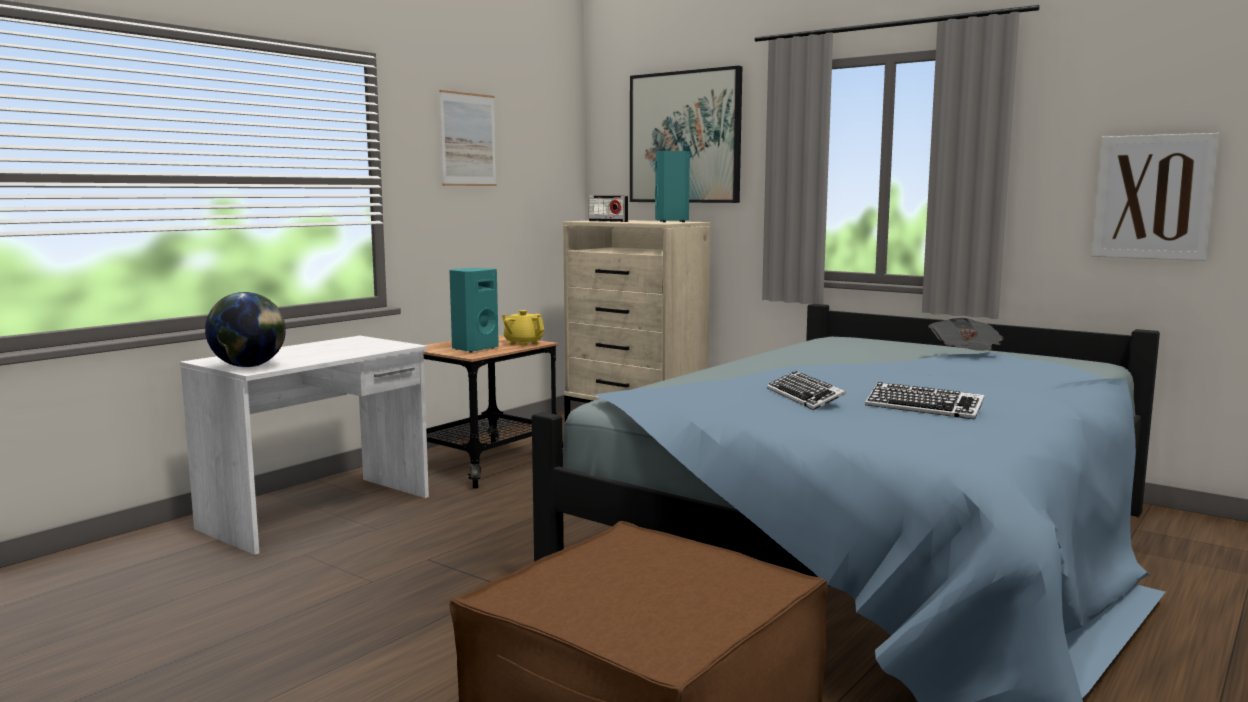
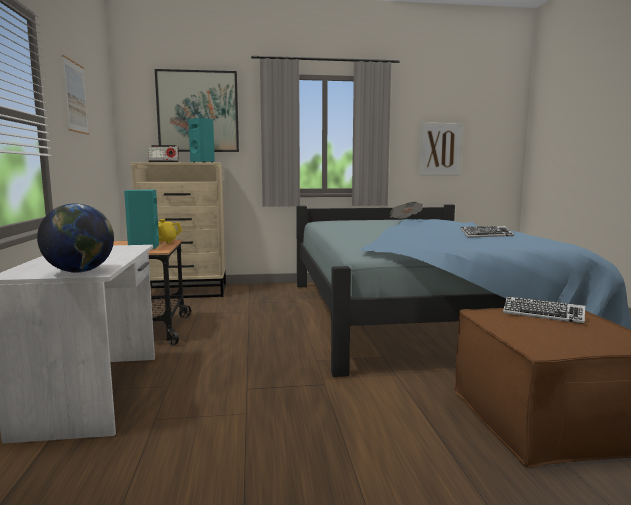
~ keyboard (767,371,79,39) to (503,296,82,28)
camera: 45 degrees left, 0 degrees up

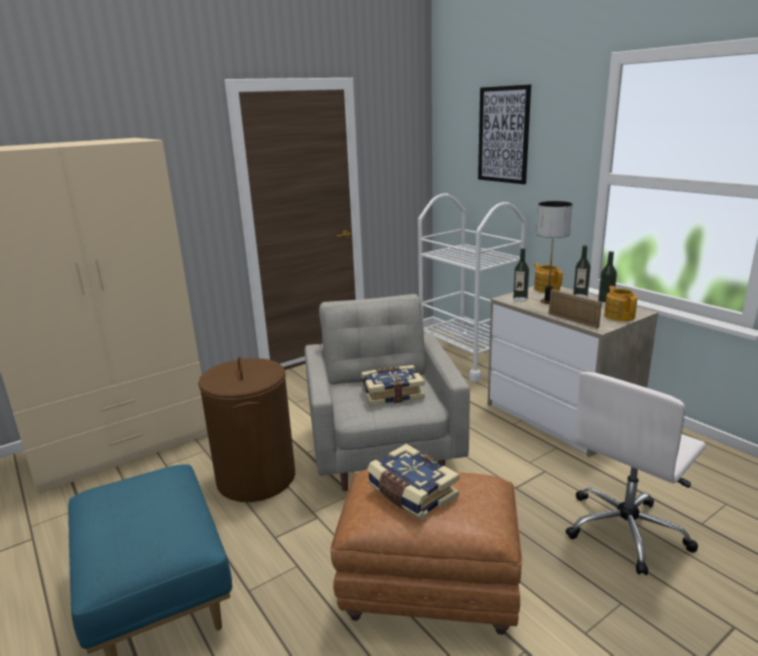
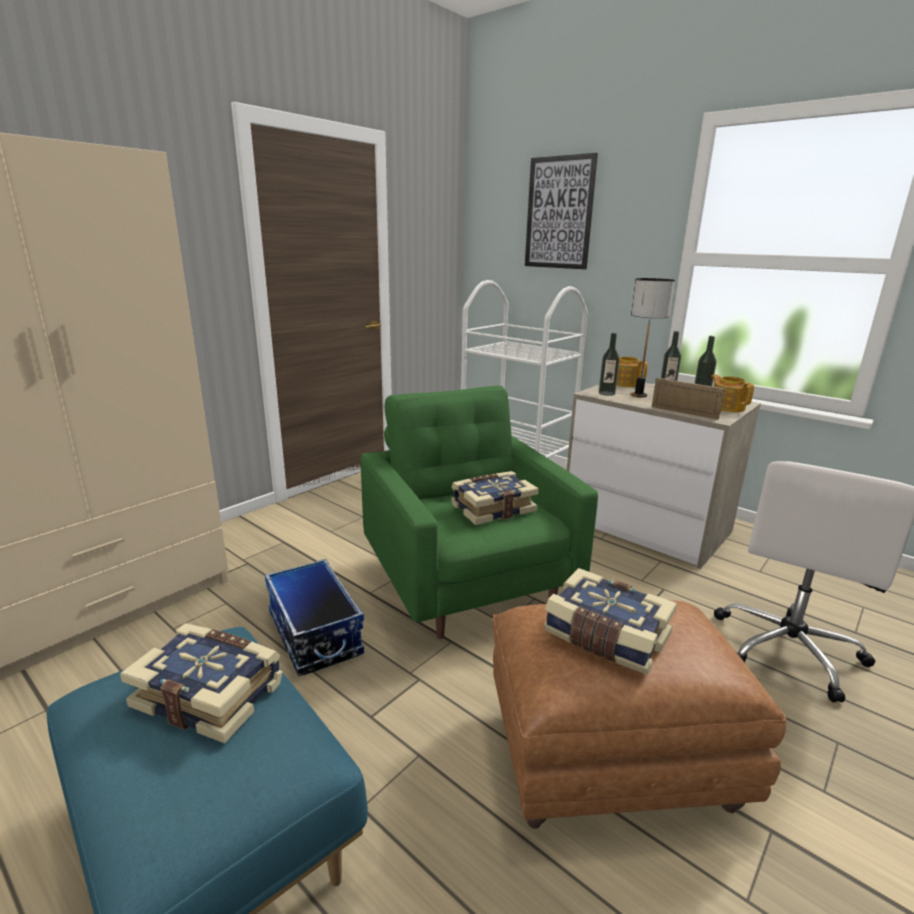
+ book (120,623,162,120)
~ brown_laundry_basket (198,357,97,145) to storage_box (265,559,99,117)
~ grey_armchair (305,294,165,197) to green_armchair (360,386,238,253)
camera: 15 degrees left, 0 degrees up

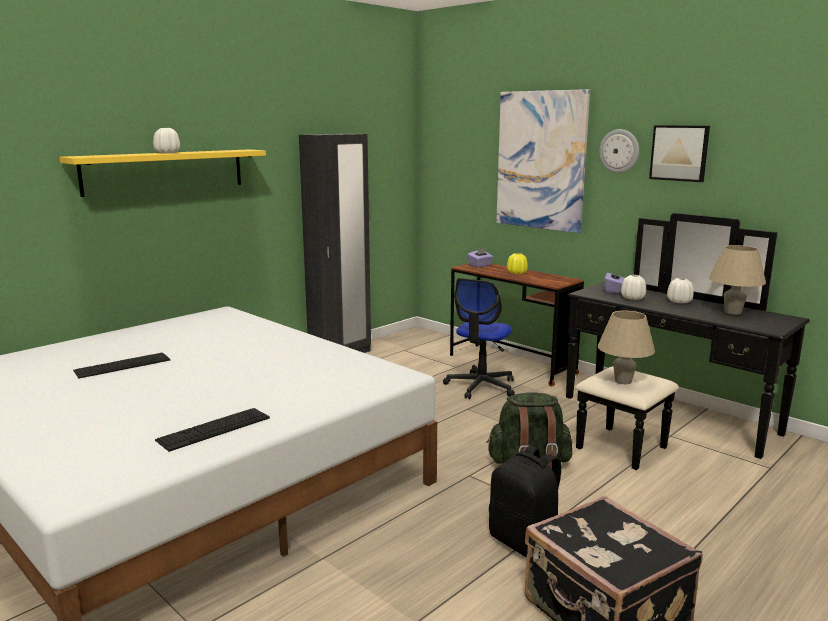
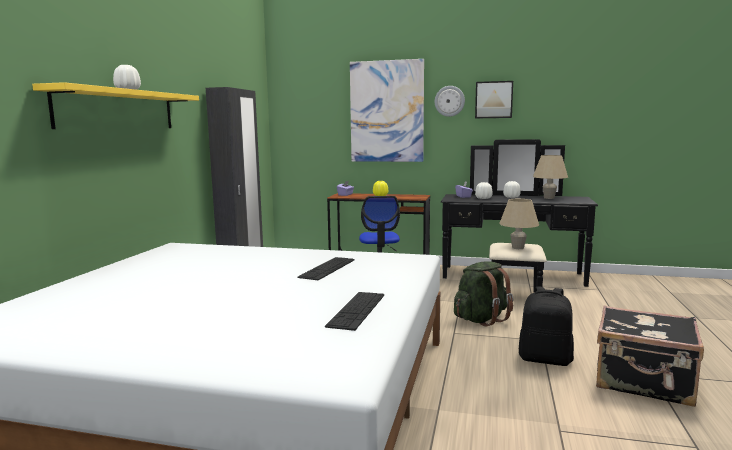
~ keyboard (73,353,97,25) to (297,257,57,23)
camera: 30 degrees left, 5 degrees down

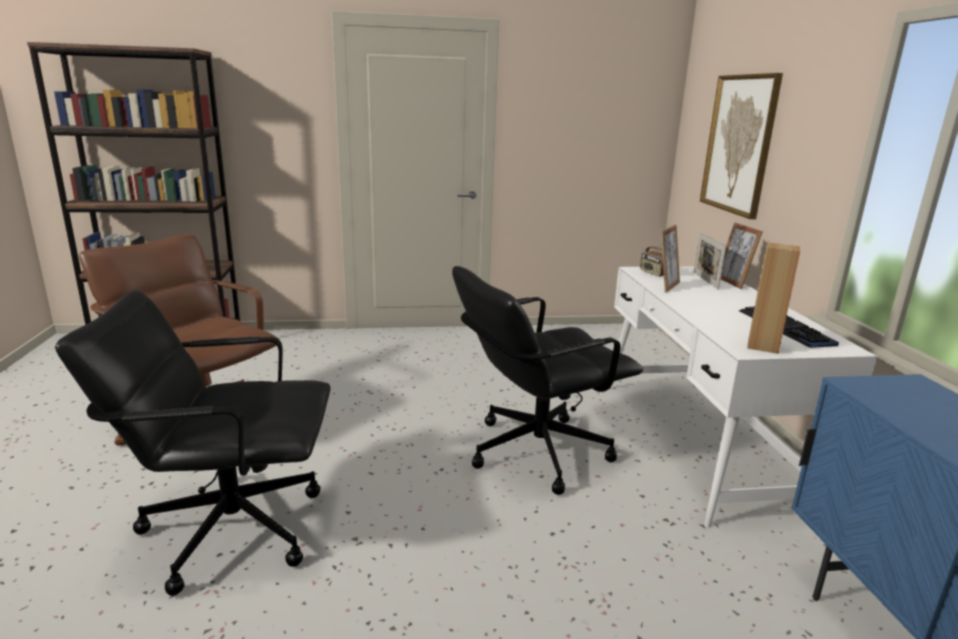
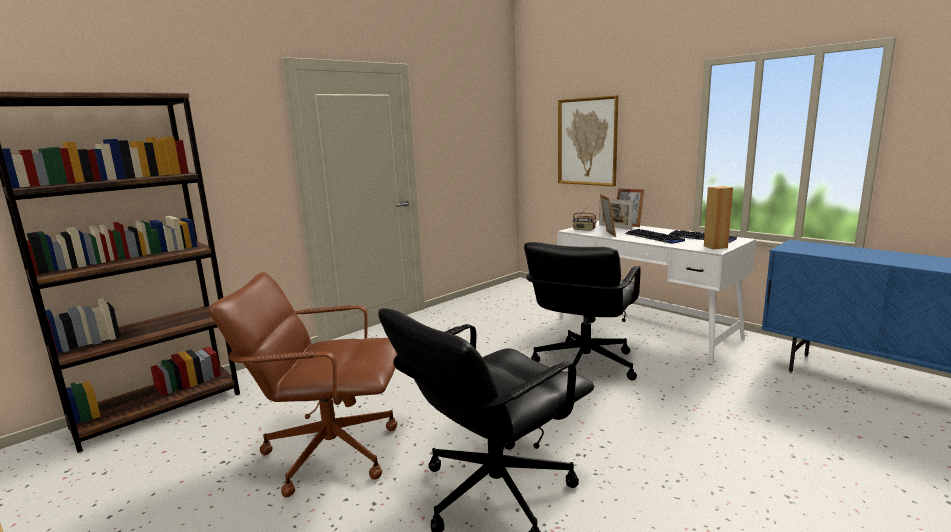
+ keyboard (625,229,60,15)
camera: 35 degrees left, 5 degrees down

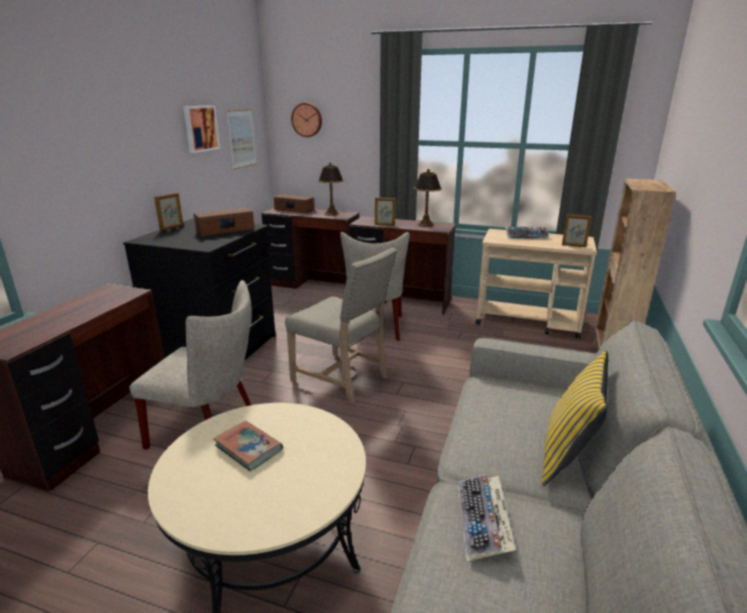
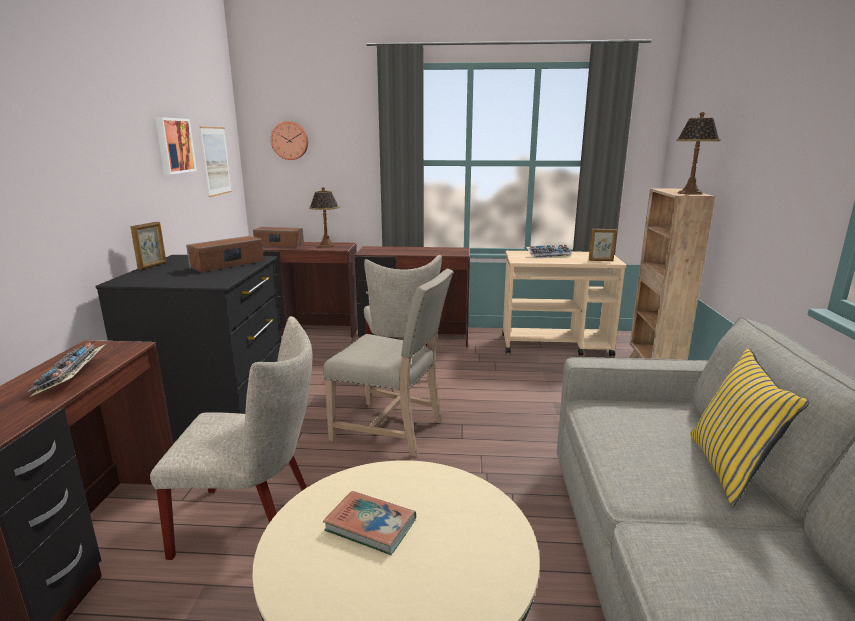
- picture_frame (375,197,21,29)
~ table_lamp (414,169,28,58) to (676,112,45,83)
~ keyboard (458,474,58,87) to (28,342,78,55)
camera: 15 degrees left, 5 degrees down

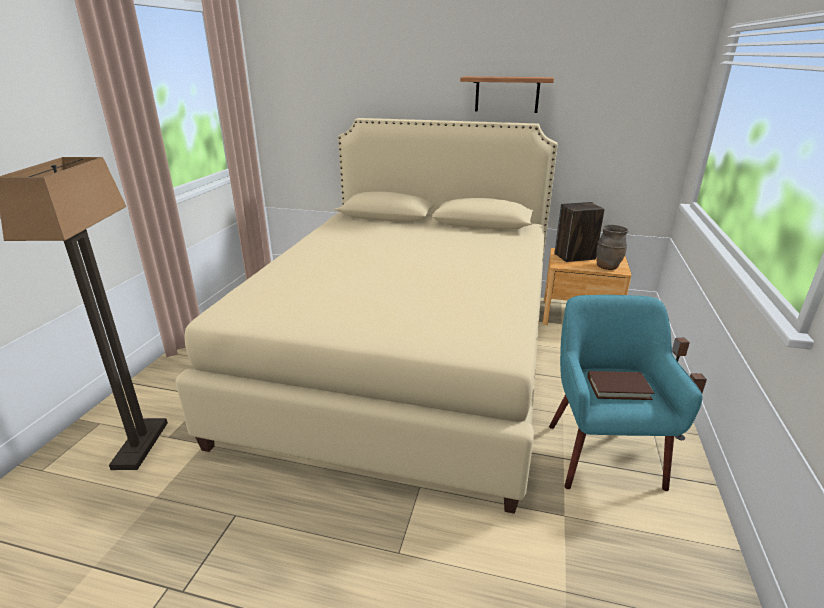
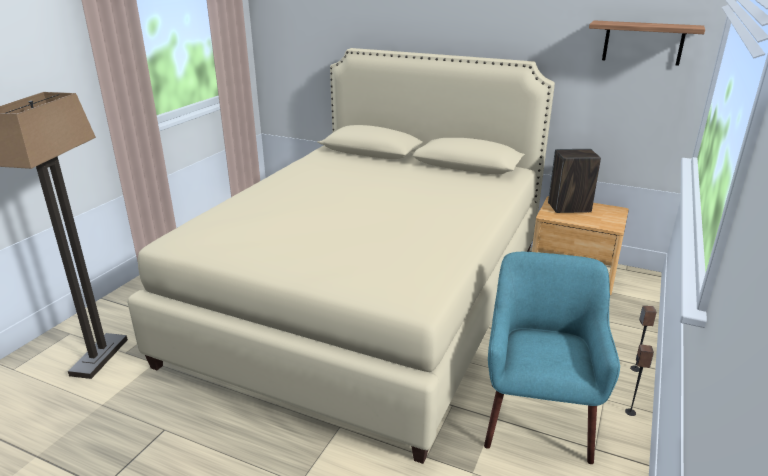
- brown_book (587,371,67,29)
- brown_vase (596,225,33,45)
~ shelf (460,76,94,37) to (589,21,116,45)
camera: 10 degrees right, 0 degrees up

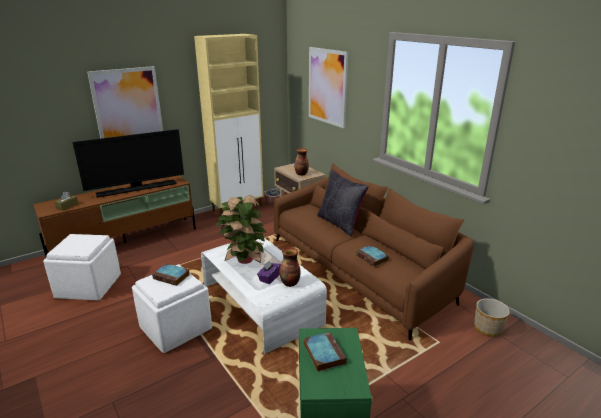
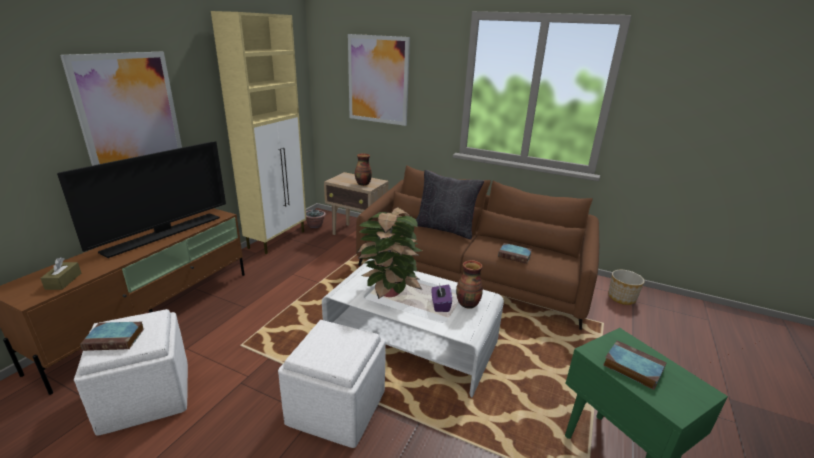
~ book (152,263,38,23) to (80,322,64,29)
camera: 30 degrees left, 0 degrees up

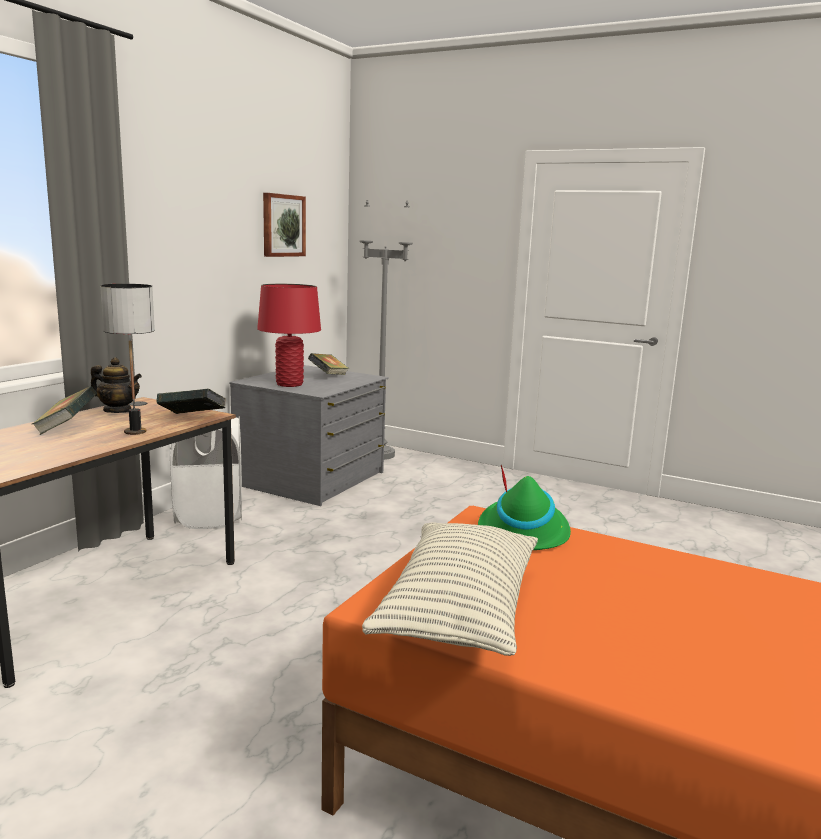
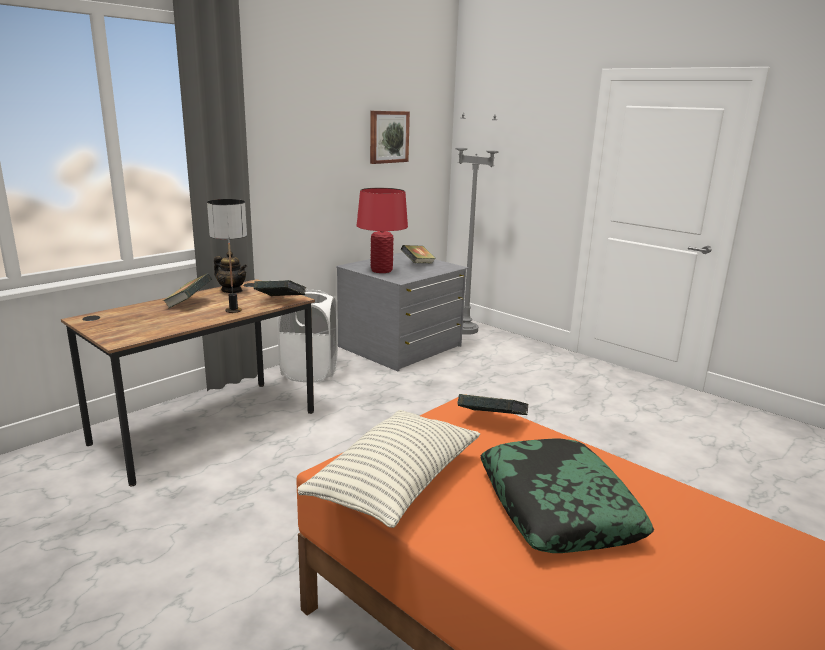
+ pillow (481,439,173,114)
~ green_hat (478,465,93,85) to book (457,394,72,21)
camera: 15 degrees right, 5 degrees up

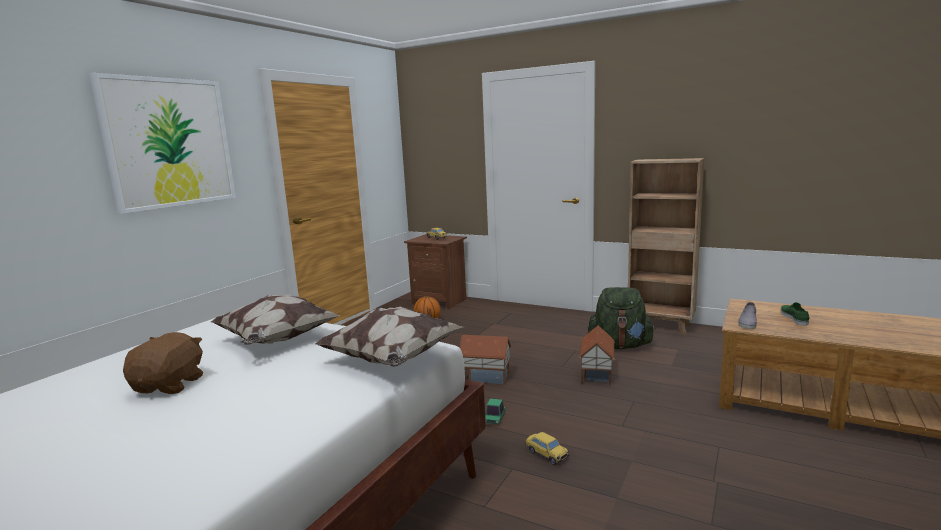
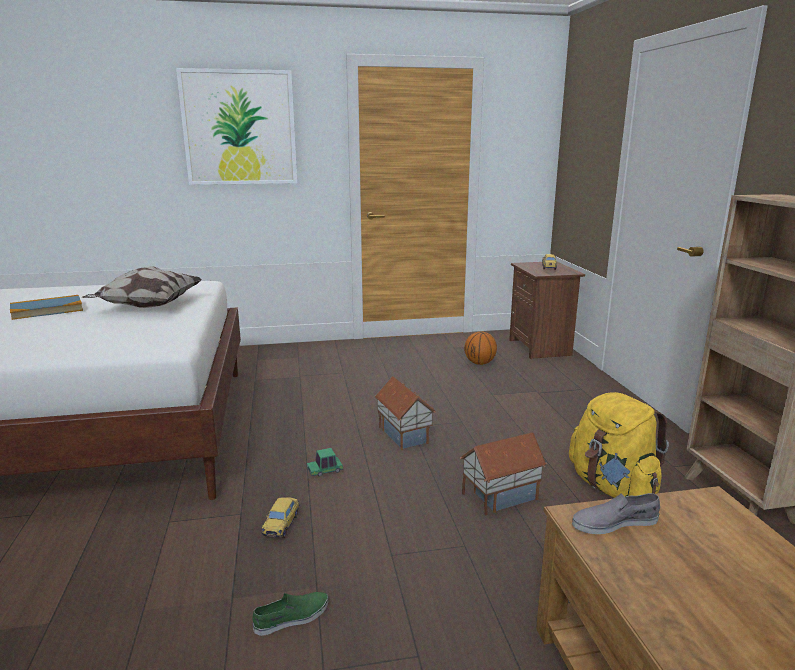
- pillow (315,307,149,60)
~ green_shoe (781,302,29,24) to (252,592,76,44)
~ brown_plush_toy (123,332,80,62) to book (10,295,73,25)
~ green_backpack (587,287,68,62) to yellow_backpack (569,392,100,106)
camera: 50 degrees right, 5 degrees up

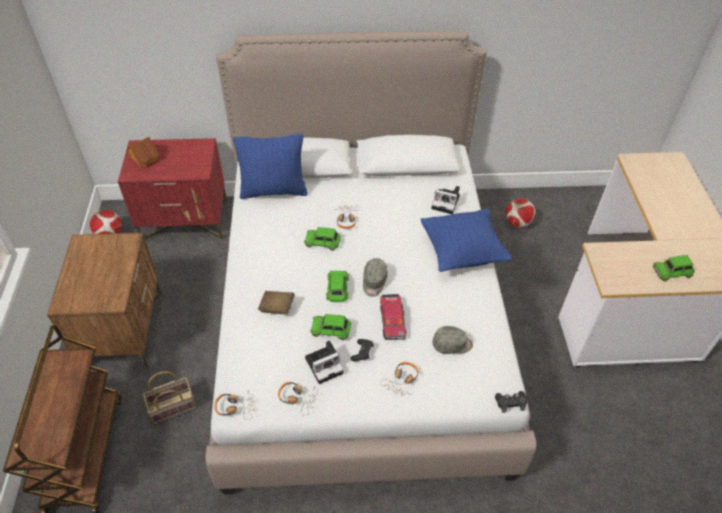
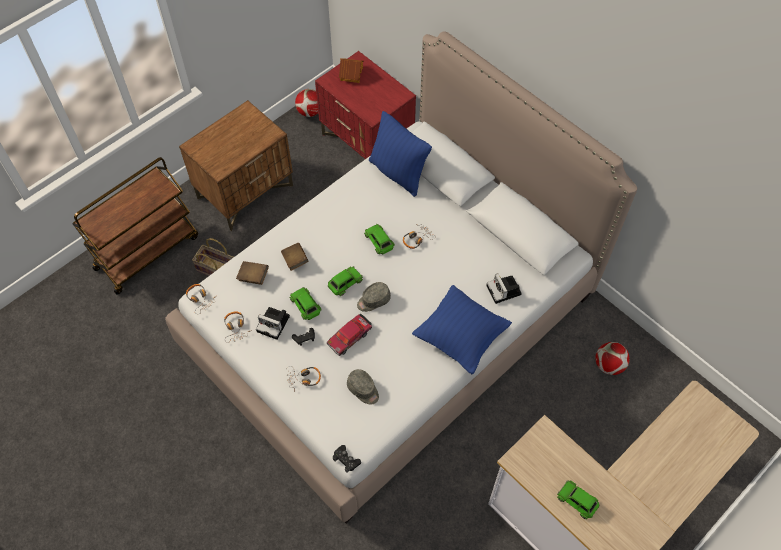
+ brown_book (236,261,33,24)
camera: 50 degrees right, 10 degrees up

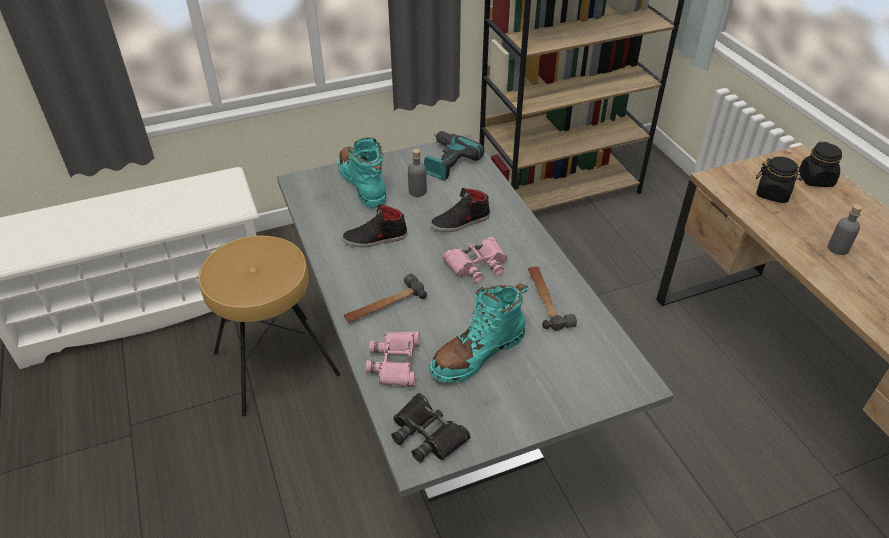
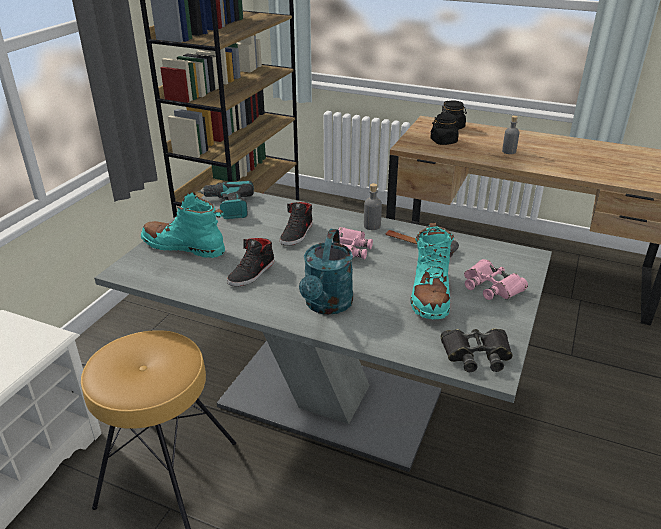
~ pink_binoculars (366,331,54,56) to (464,259,64,41)
~ grey_bottle (408,149,19,48) to (364,183,18,47)
~ hammer (344,274,83,49) to turquoise_watering_can (299,229,54,86)
camera: 45 degrees left, 10 degrees down

